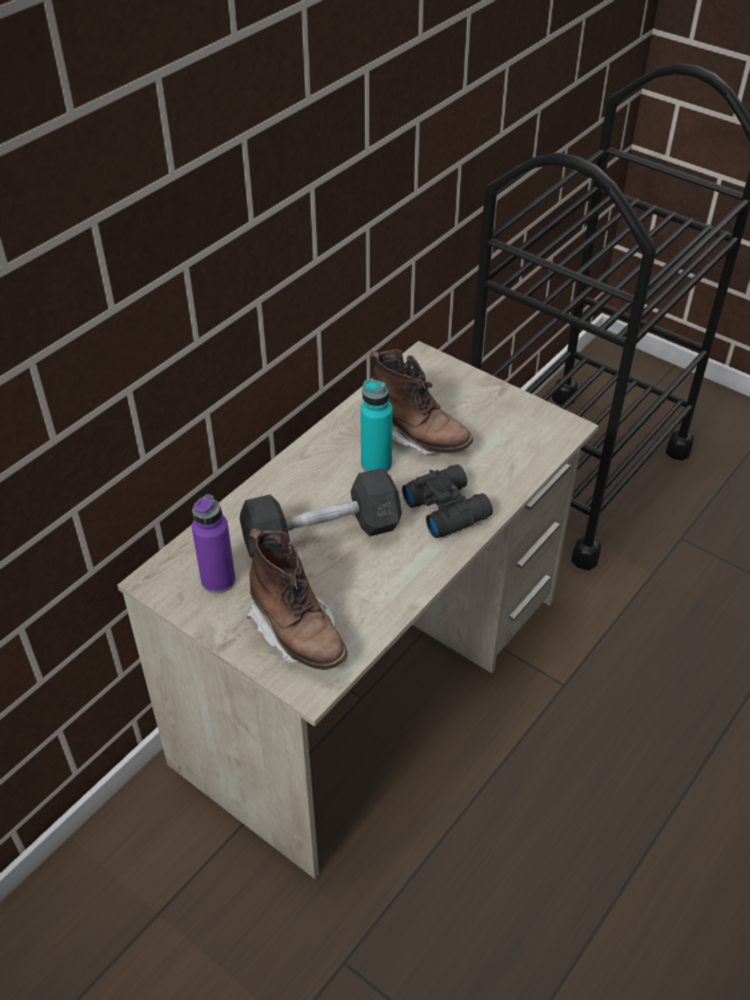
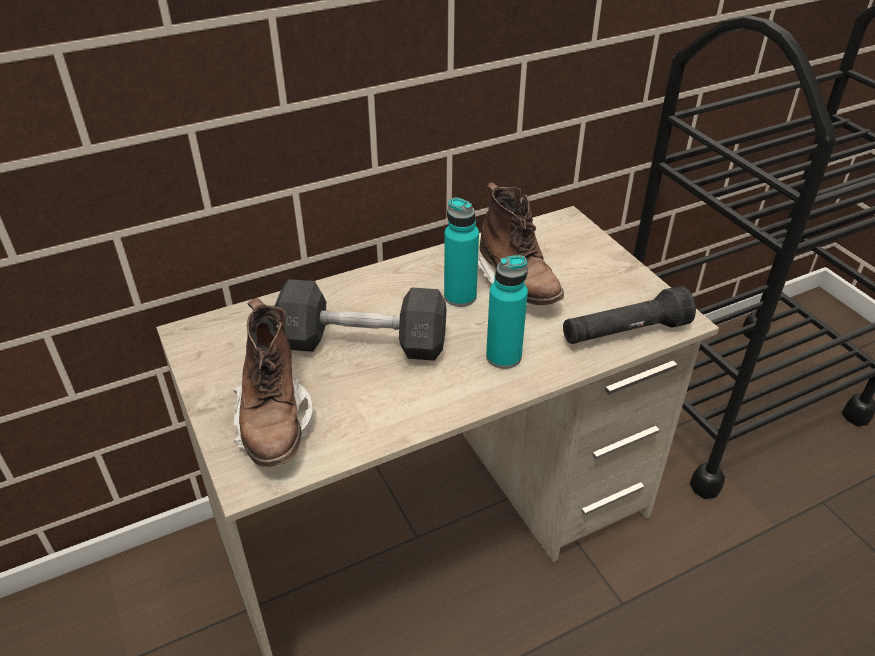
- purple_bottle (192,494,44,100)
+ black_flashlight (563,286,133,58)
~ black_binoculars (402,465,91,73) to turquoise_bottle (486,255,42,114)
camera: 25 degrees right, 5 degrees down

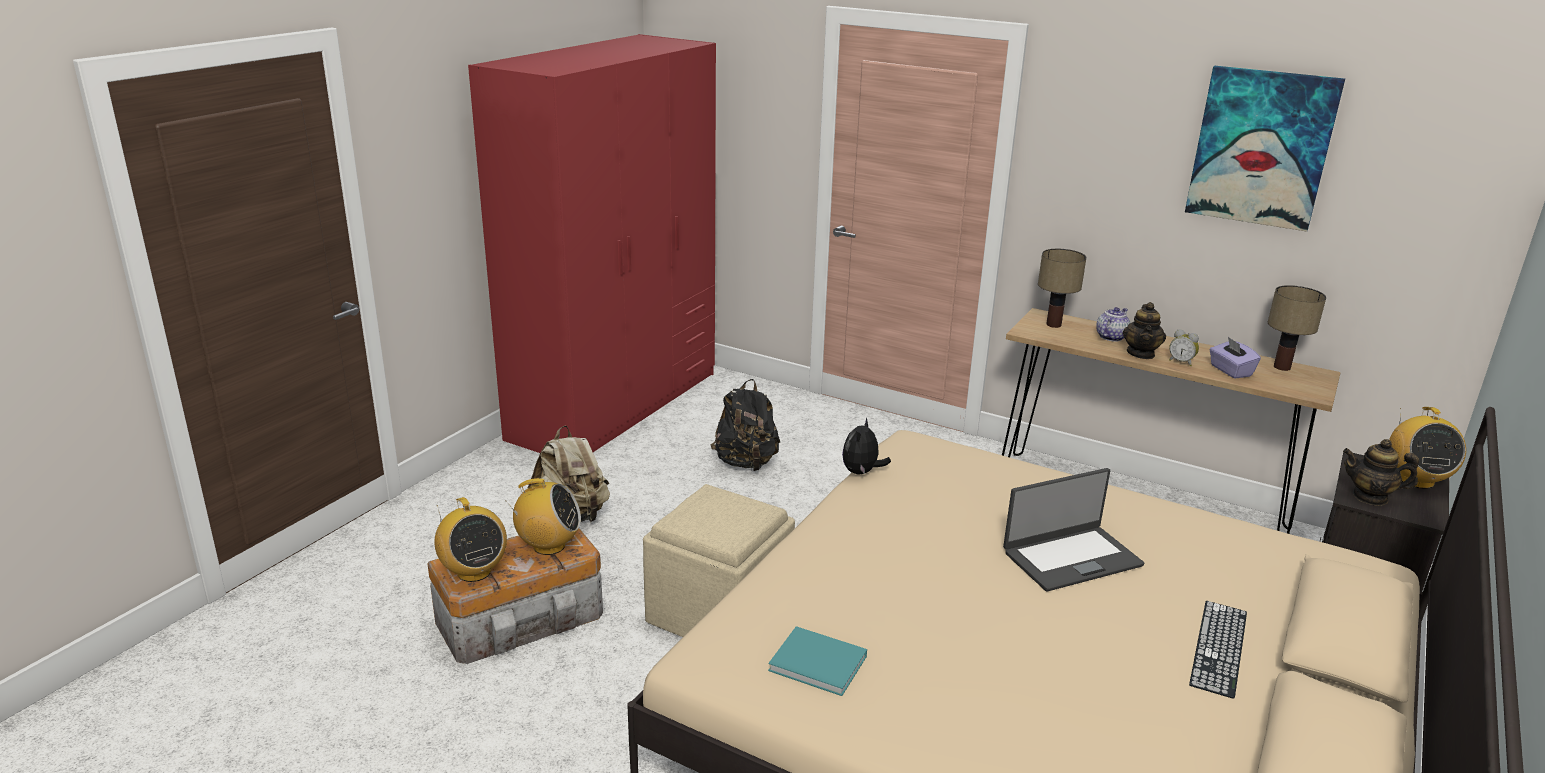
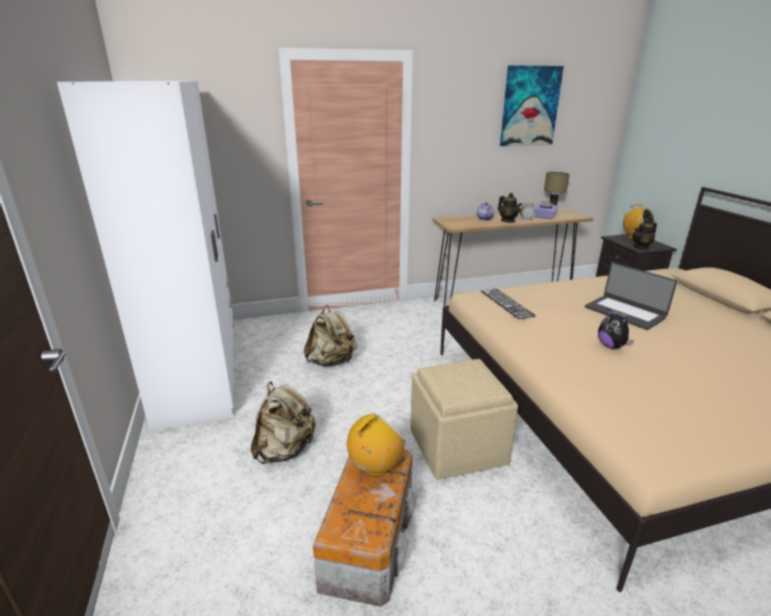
- radio (434,497,73,85)
- turquoise_book (768,626,99,70)
- table_lamp (1038,249,49,79)
~ plush_toy (842,418,49,57) to (598,308,36,41)
~ keyboard (1189,601,58,98) to (481,288,55,31)
~ red_wardrobe (468,34,248,419) to white_wardrobe (57,81,177,350)
~ black_backpack (711,379,69,92) to beige_backpack (304,305,53,62)
~ laptop (1003,468,141,123) = (585,262,92,68) 120 degrees clockwise
camera: 45 degrees left, 0 degrees up

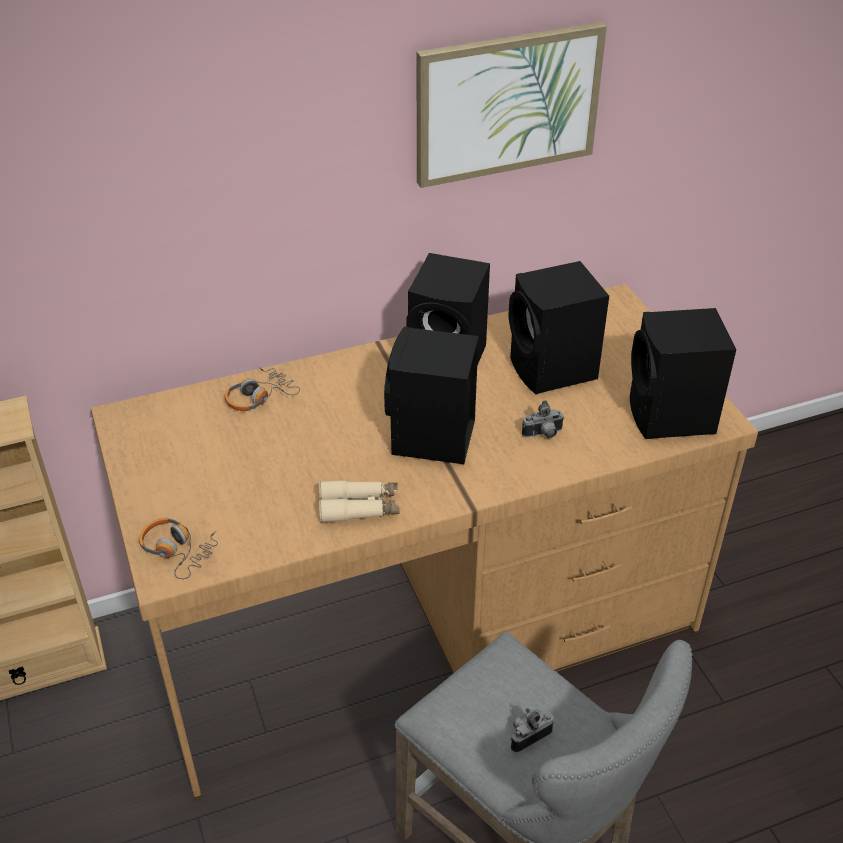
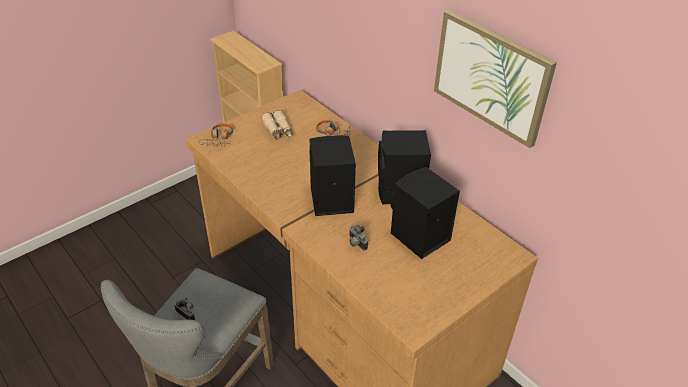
- black_speaker (630,308,107,131)
~ beige_binoculars (319,480,80,42) to (261,110,32,30)
camera: 70 degrees right, 0 degrees up

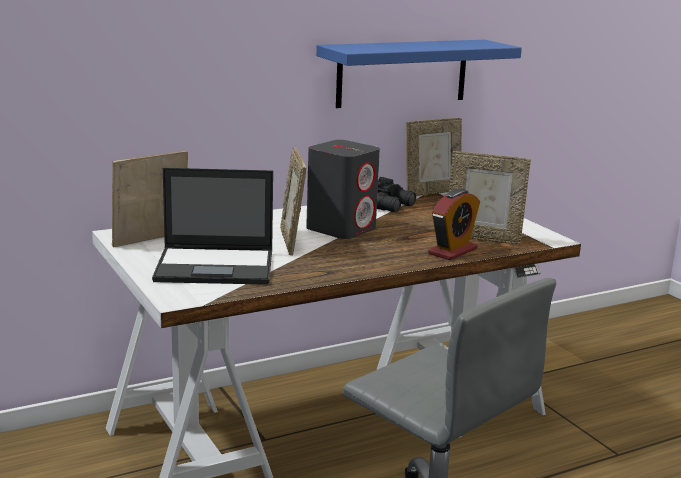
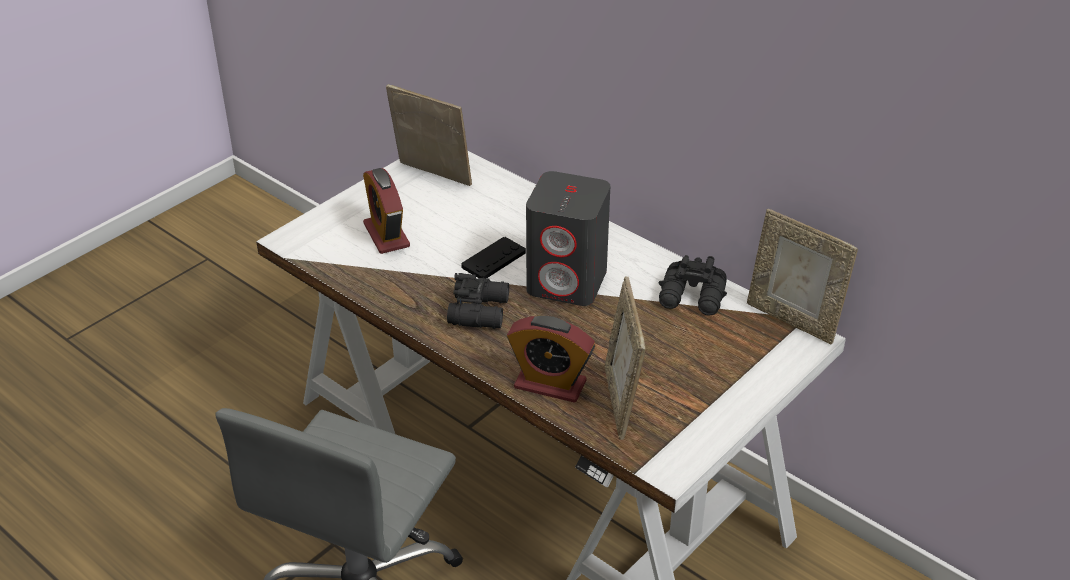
- blue_shelf (316,40,206,68)
+ black_binoculars (447,273,62,56)
~ laptop (152,168,121,117) to alarm_clock (363,168,47,86)
~ picture_frame (280,147,26,109) to black_game_controller (461,237,65,41)
camera: 70 degrees right, 20 degrees up

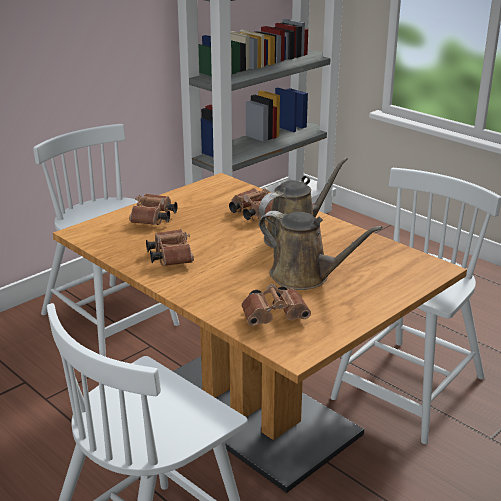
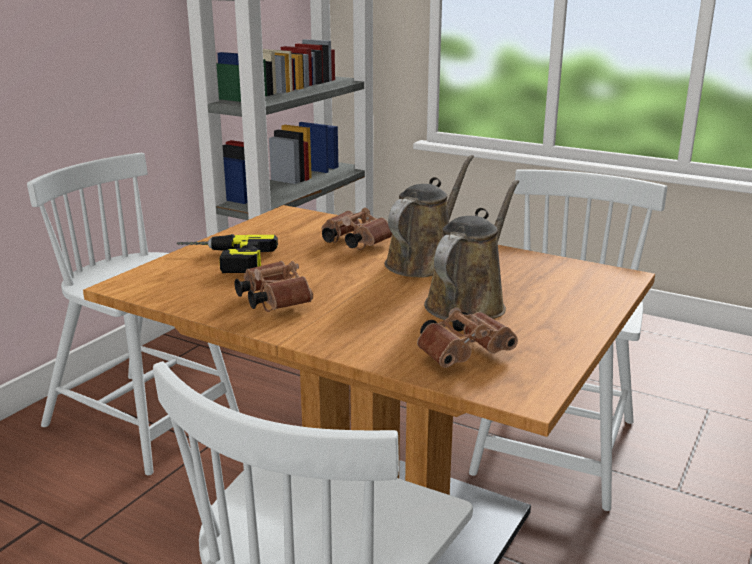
~ brown_binoculars (129,193,48,32) to power_drill (177,234,101,39)
~ brown_watering_can (259,211,124,79) = (424,180,95,142) 75 degrees counterclockwise
camera: 15 degrees left, 5 degrees down

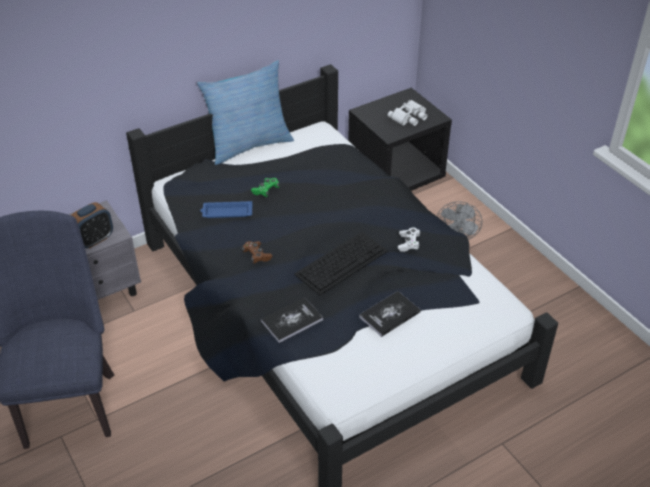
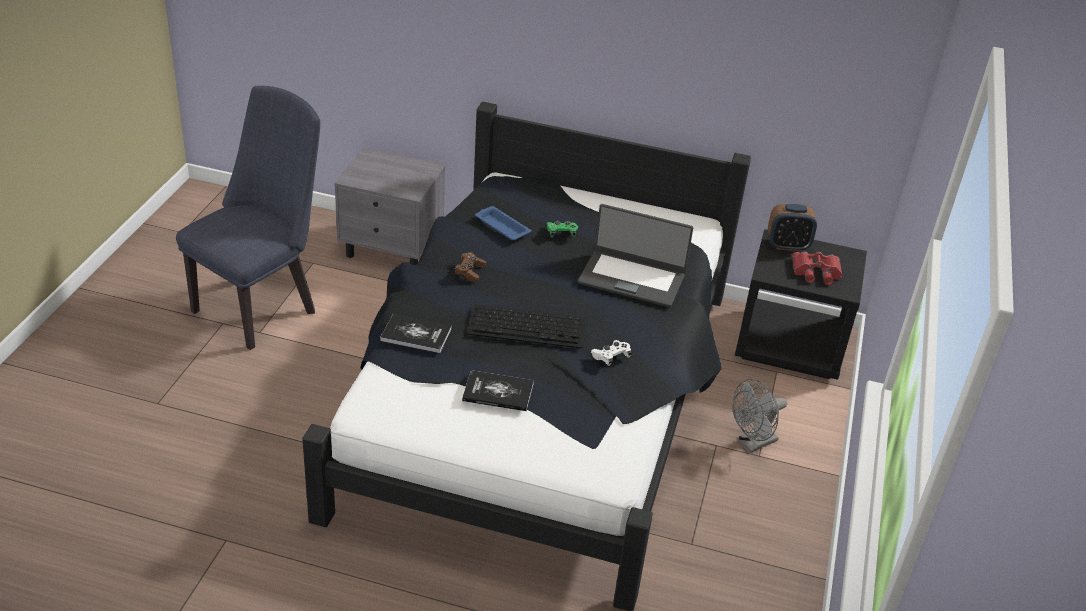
- pillow (197,61,97,104)
+ laptop (578,204,115,103)
~ alarm_clock (71,202,42,47) to (768,204,49,47)
~ white_binoculars (388,100,39,26) to red_binoculars (792,252,50,33)
camera: 45 degrees right, 5 degrees down

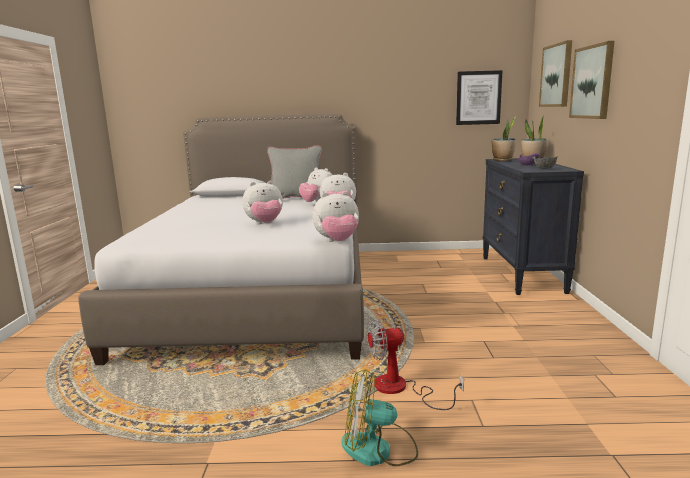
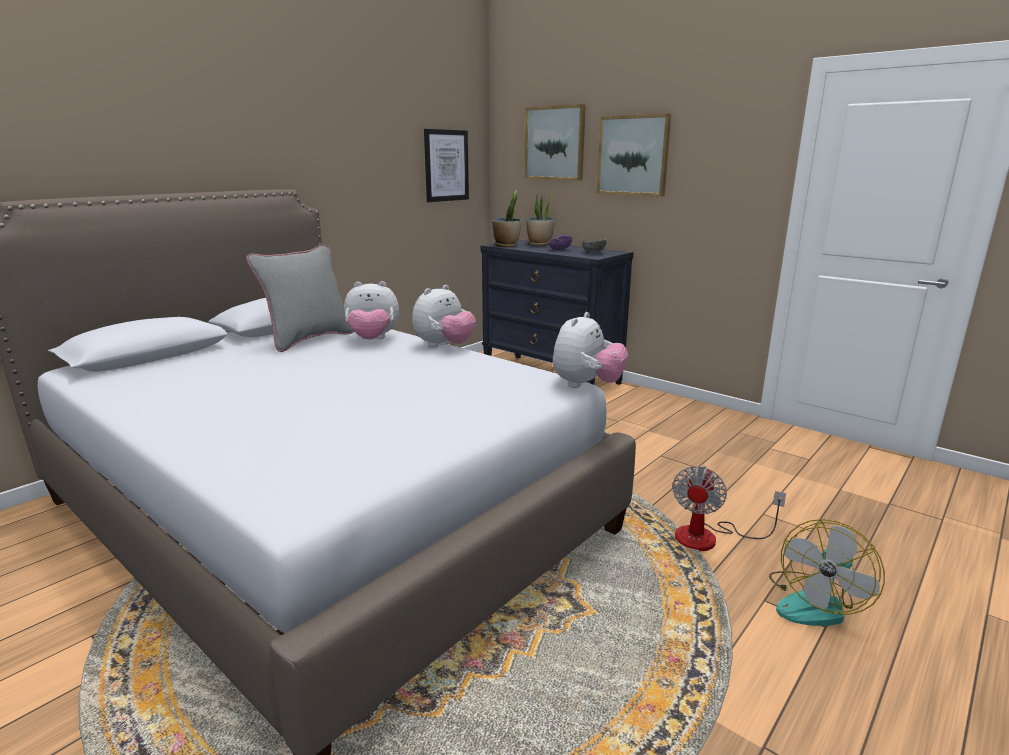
- plush_toy (242,181,41,43)
camera: 50 degrees left, 5 degrees up

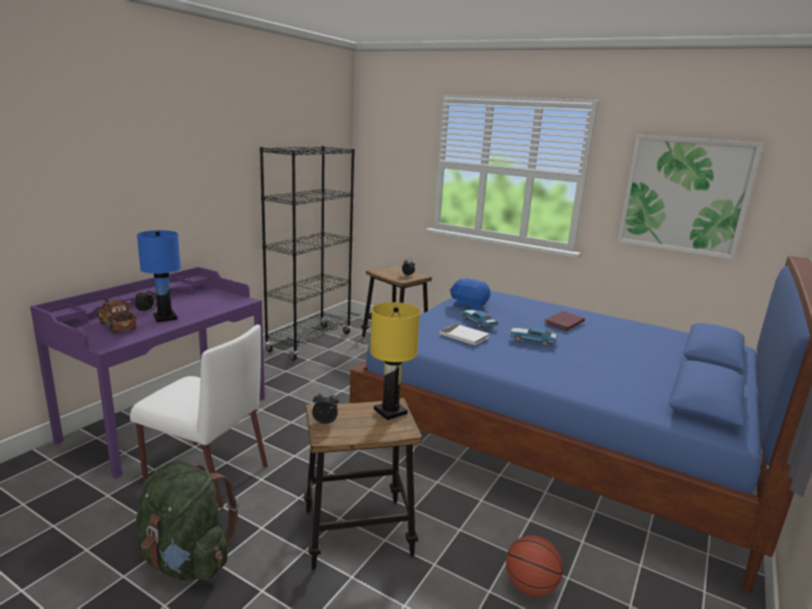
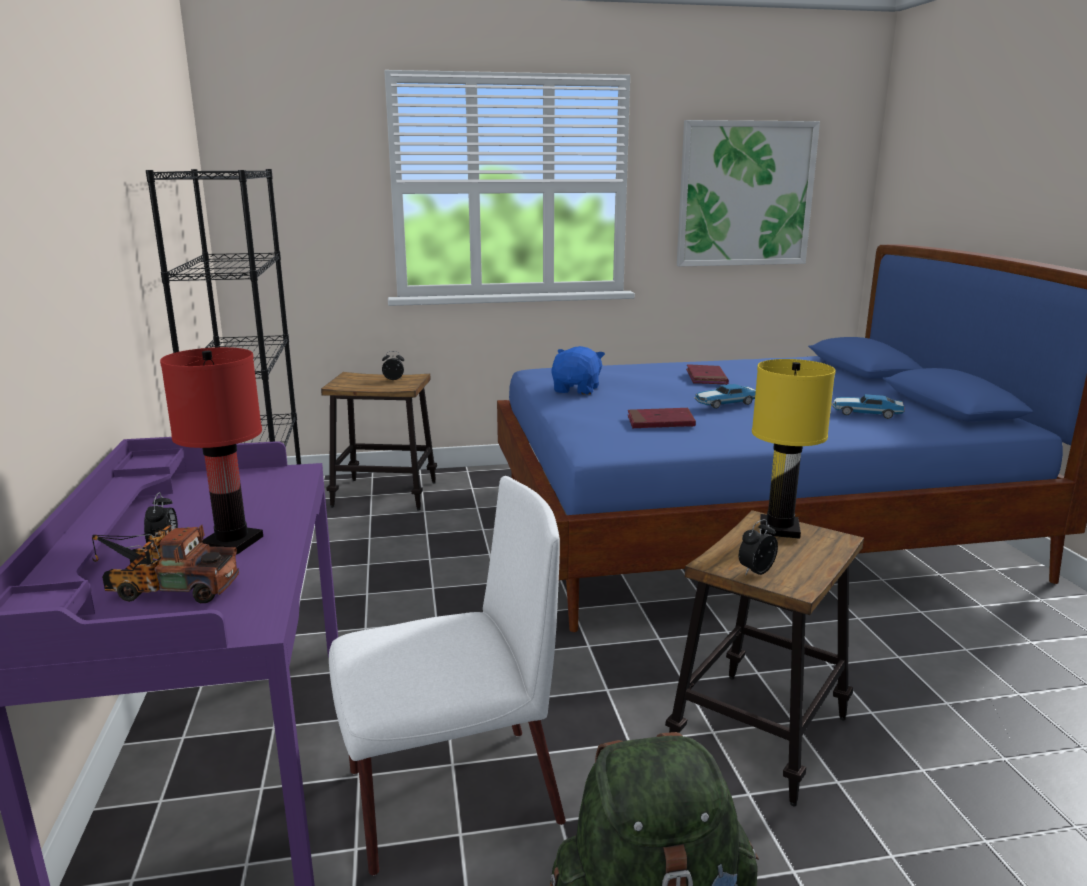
- basketball (506,535,57,62)
~ toy_car (461,310,38,18) to (831,394,74,25)
~ blue_table_lamp (137,230,44,92) to red_table_lamp (160,347,103,207)
~ white_book (440,324,49,21) to red_book (628,408,68,20)
~ blue_plush_toy (450,278,40,32) = (551,346,54,49) 120 degrees clockwise
camera: 40 degrees left, 0 degrees up

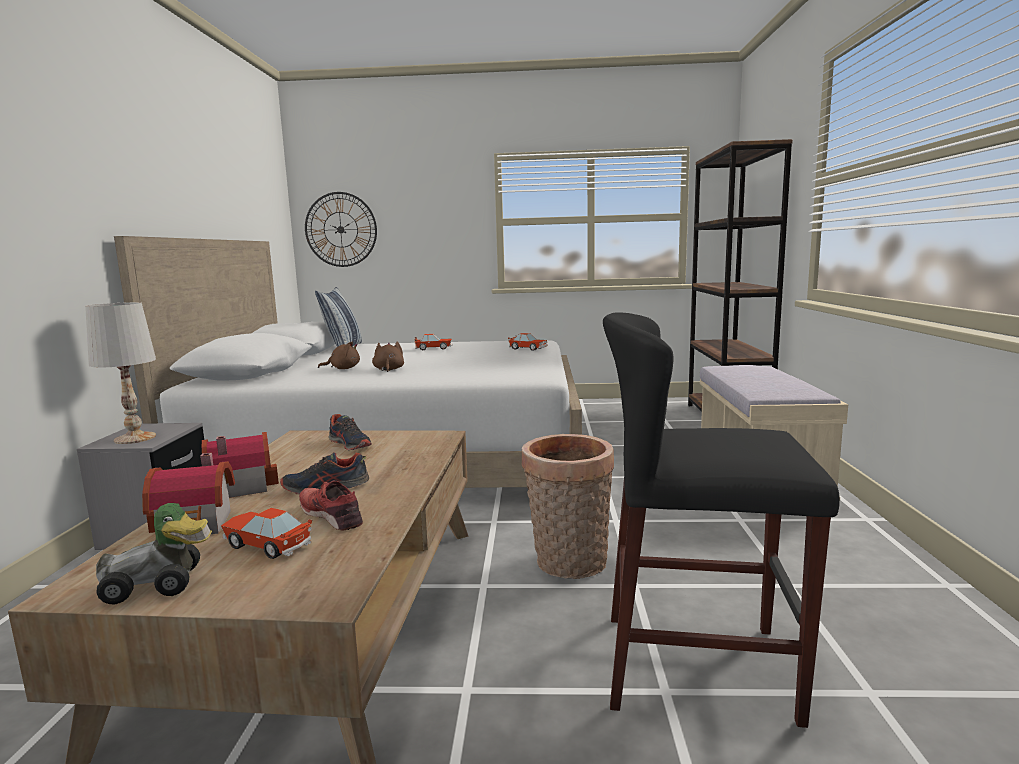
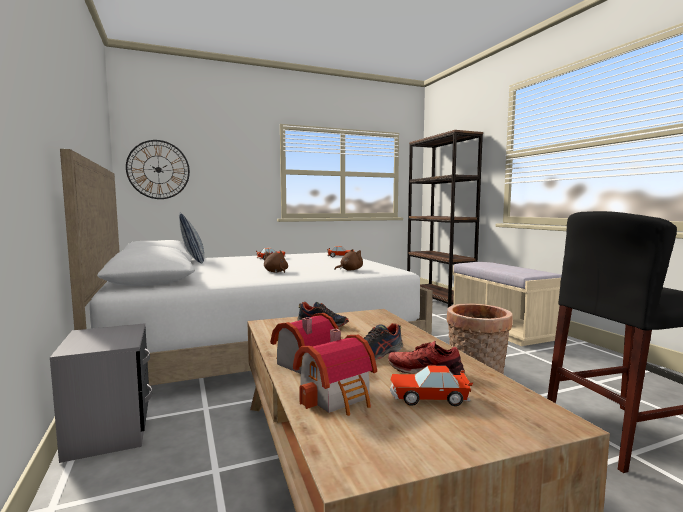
- white_table_lamp (85,302,71,142)
- toy_car (96,503,116,101)
~ brown_plush_toy (318,342,42,27) to (334,249,29,22)
camera: 25 degrees left, 5 degrees down

